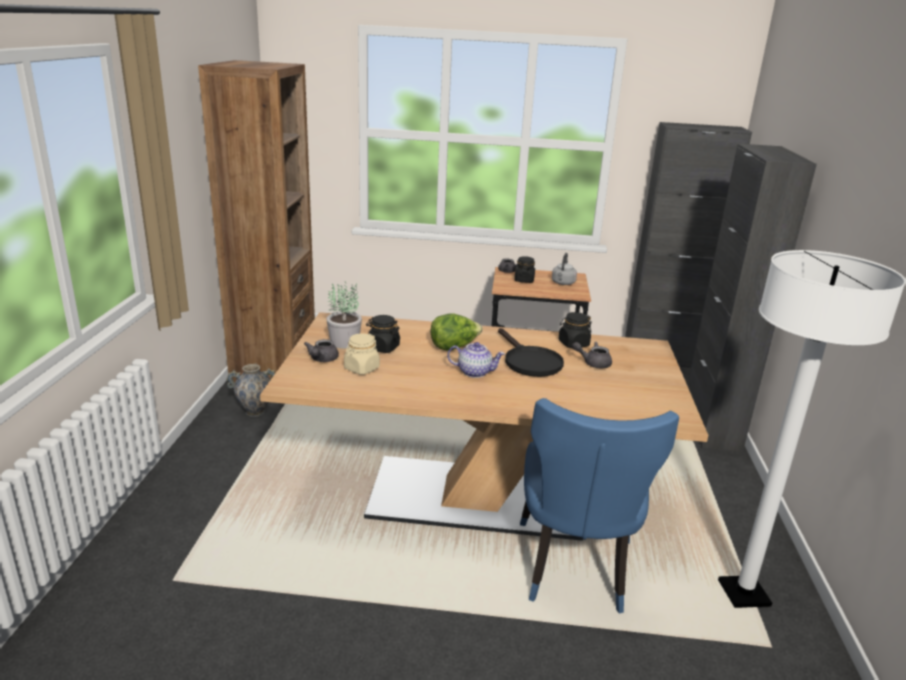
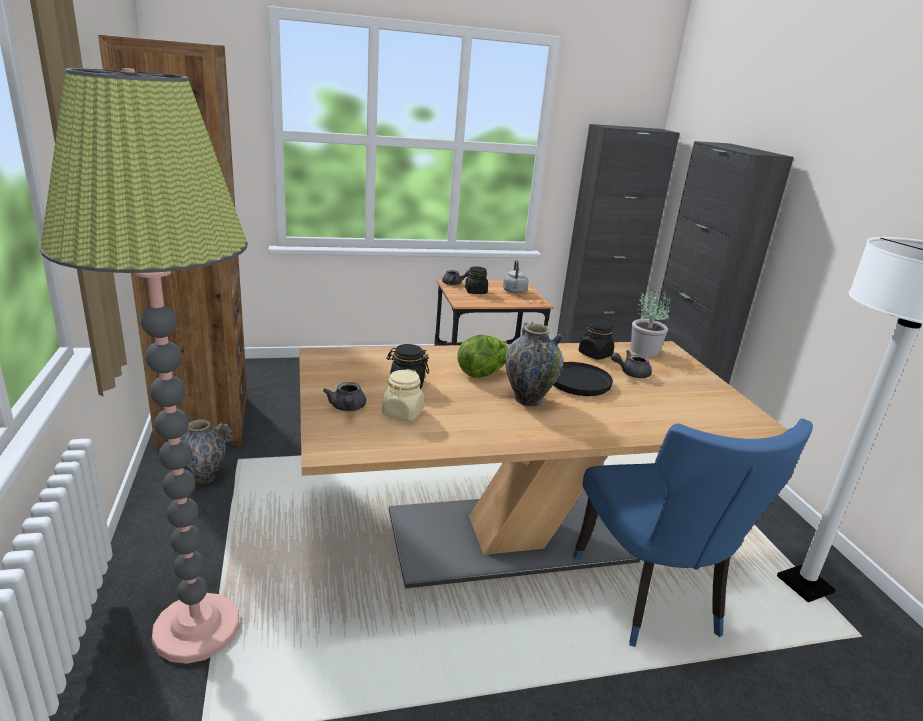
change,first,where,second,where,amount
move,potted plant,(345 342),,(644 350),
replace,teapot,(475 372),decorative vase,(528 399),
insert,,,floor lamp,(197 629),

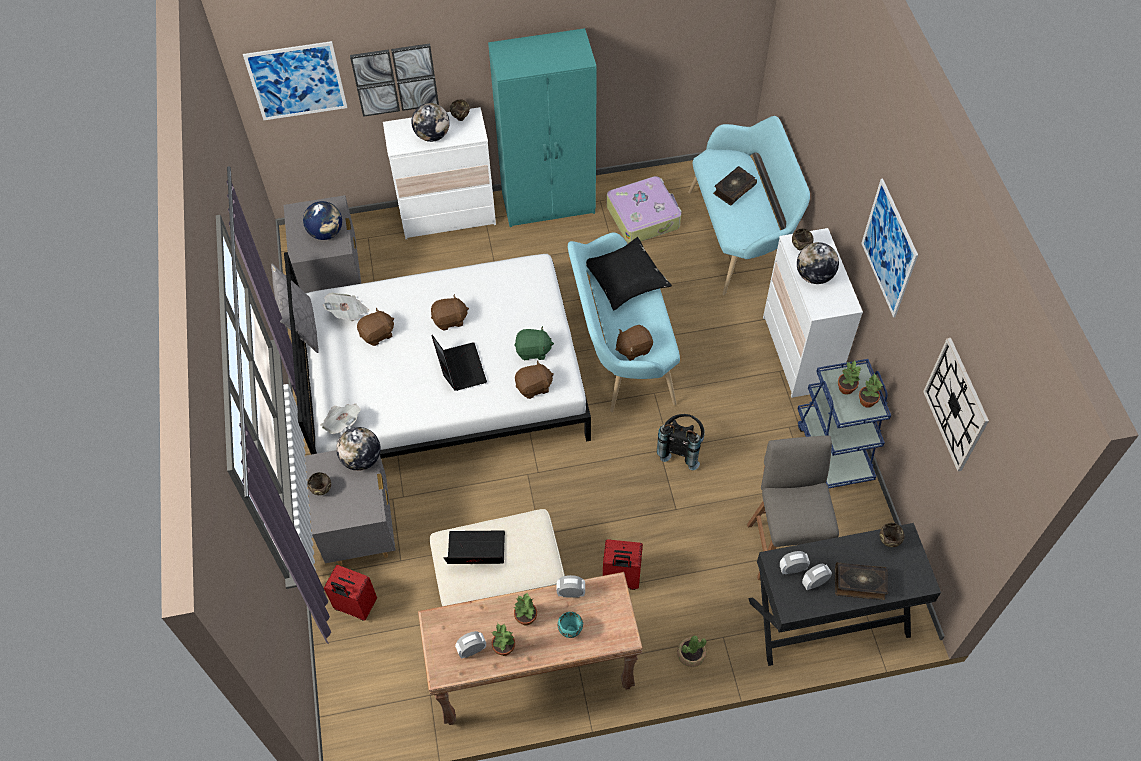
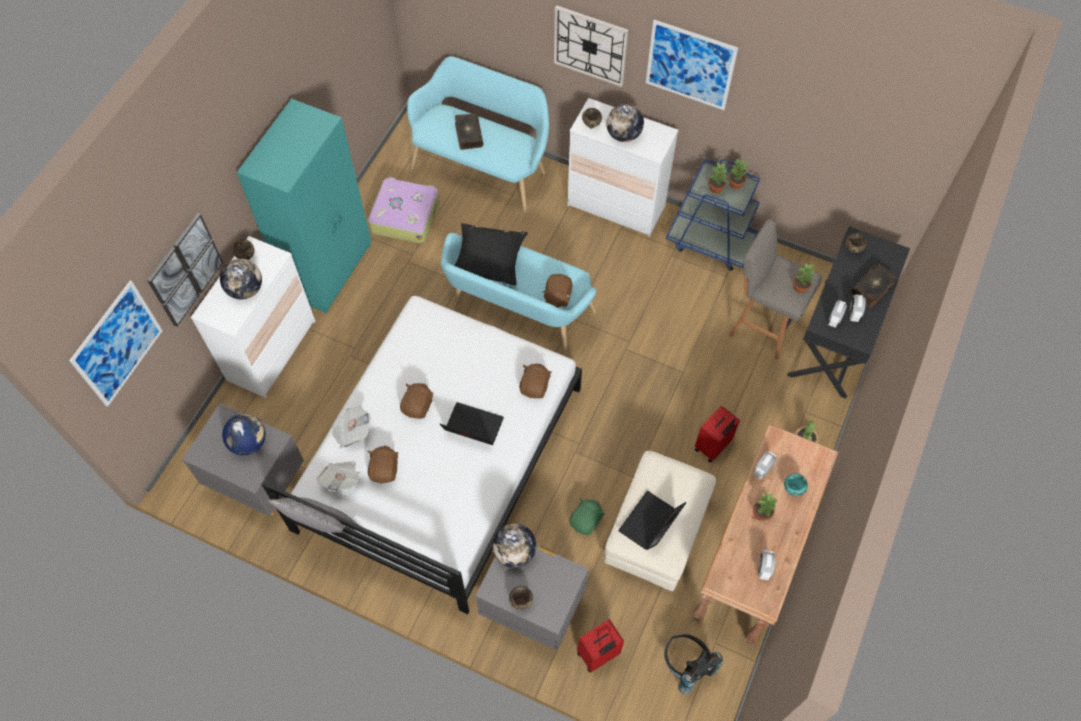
change,first,where,second,where,amount
move,printed paper,(342 423),,(351 431),
move,potted plant,(504 647),,(800 287),
move,greenish cuddly toy,(533 351),,(586 521),
move,blackish rucksack,(680 448),,(685 666),
move,clock on the wall,(956 405),,(590 46),

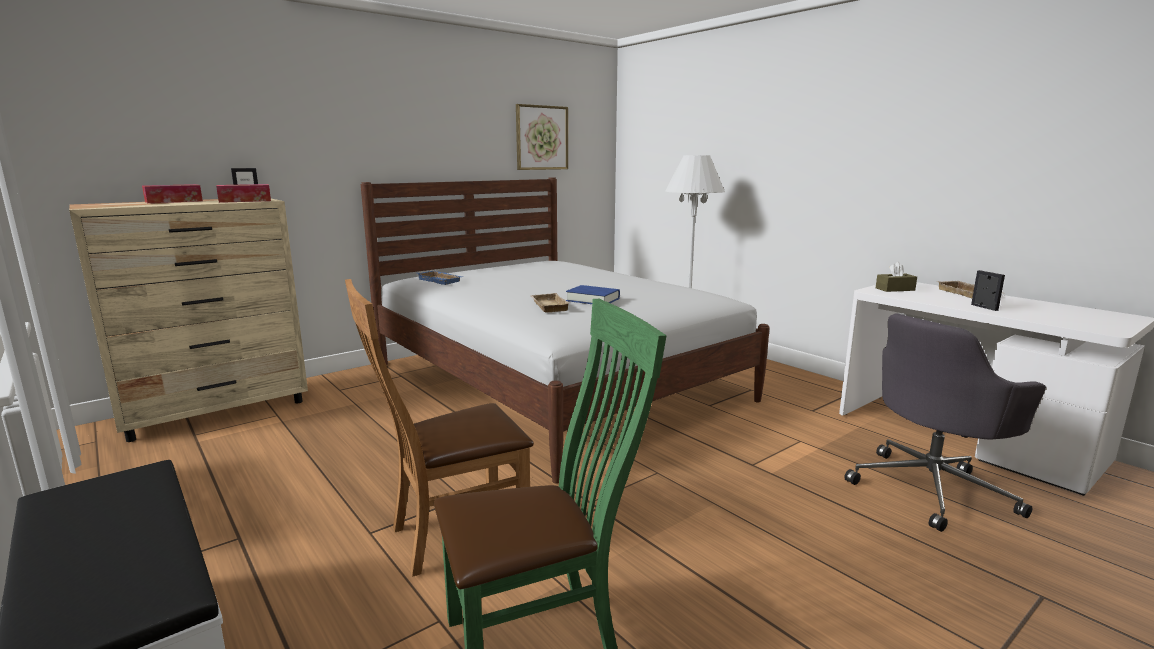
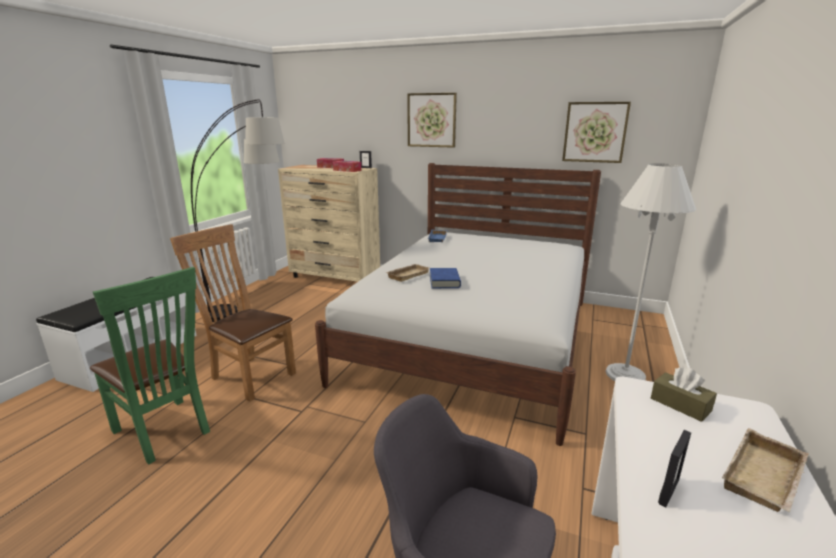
change,first,where,second,where,amount
insert,,,floor lamp,(263 309),
insert,,,wall picture,(431 120),

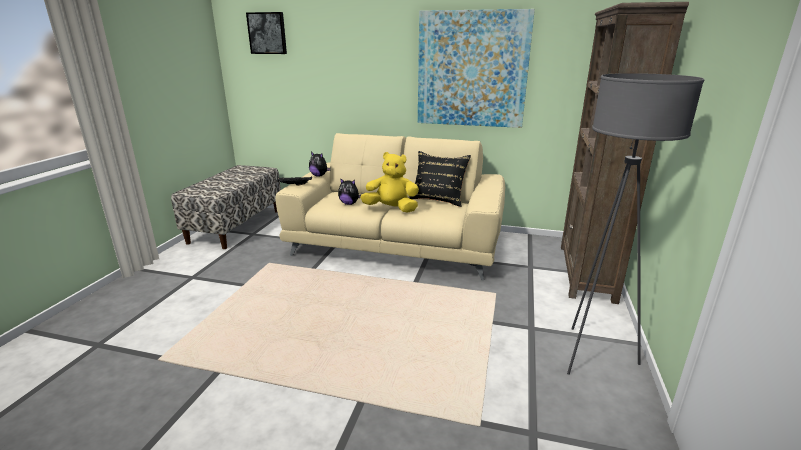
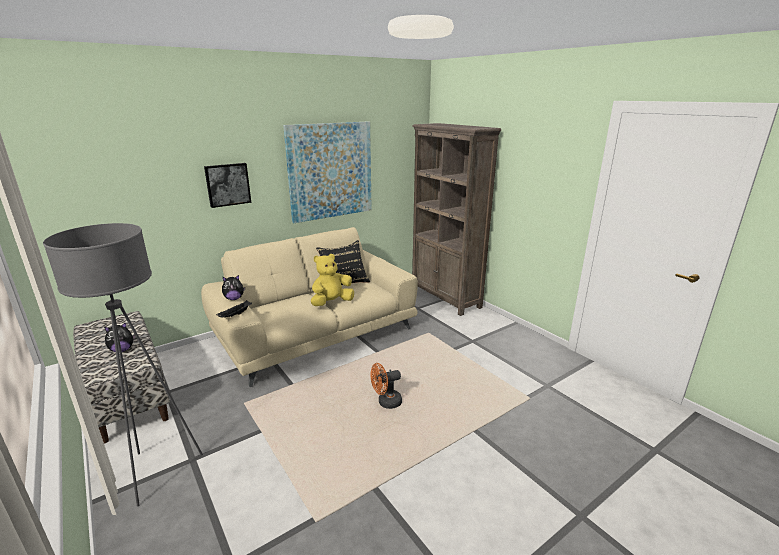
change,first,where,second,where,amount
move,wall picture,(267 33),,(227 184),
move,cuddly toy,(349 203),,(122 350),
move,gray floor lamp,(591 355),,(159 471),
insert,,,orange-coloured electric fan,(386 402),

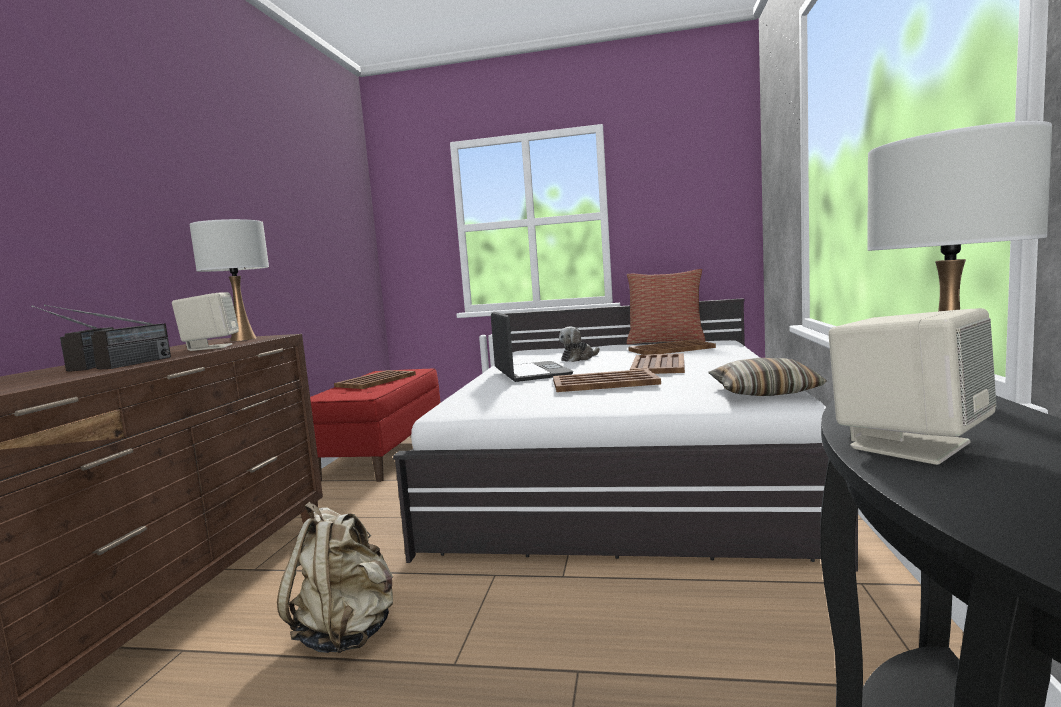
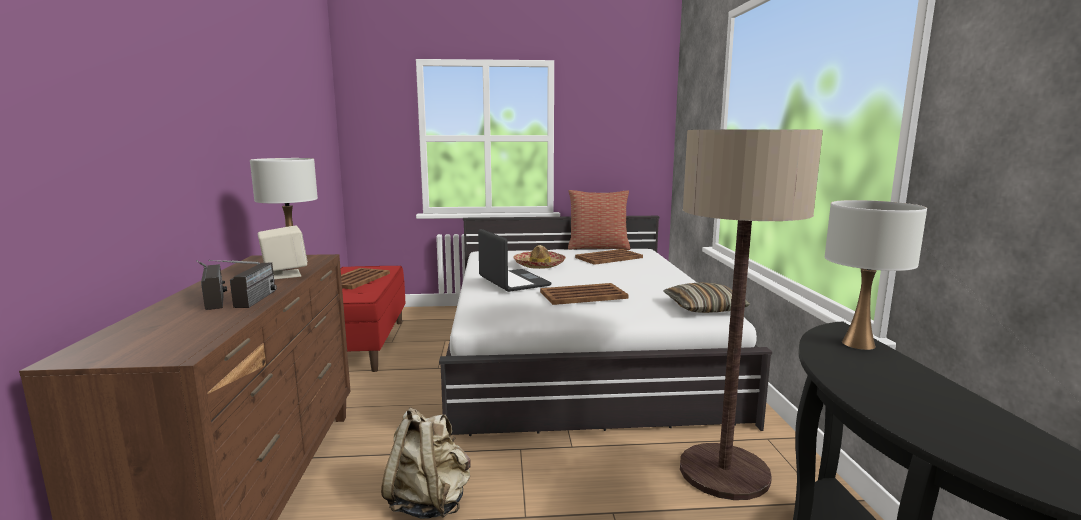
change,first,where,second,where,amount
replace,cuddly toy,(578 358),hat,(539 265),
delete,brown carrying tray,(658 365),,,
delete,beige audio speaker,(908 445),,,
insert,,,floor lamp,(724 472),

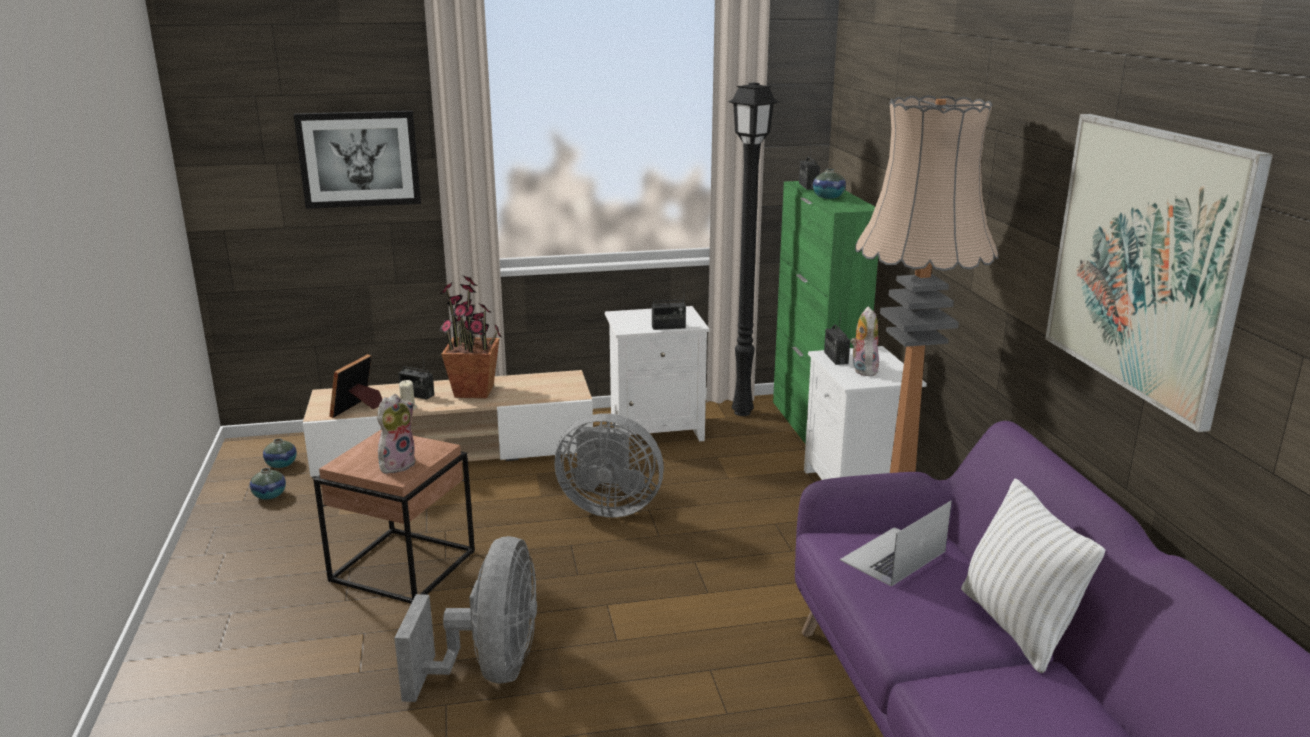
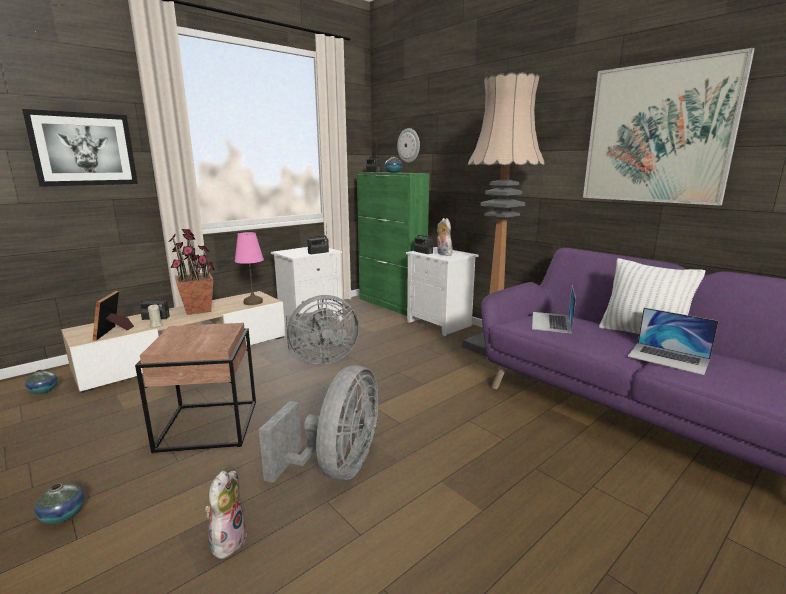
change,first,where,second,where,amount
move,decorative vase,(269 495),,(63 515),
move,cuddly toy,(397 464),,(227 540),
rotate,gray electric fan,(490 669),,(337 467),45 degrees clockwise
delete,blackish floor lamp,(744 412),,,
insert,,,pink-coloured lamp for a table,(253 302),
insert,,,clock on the wall,(409 145),
insert,,,portable computer,(668 358),

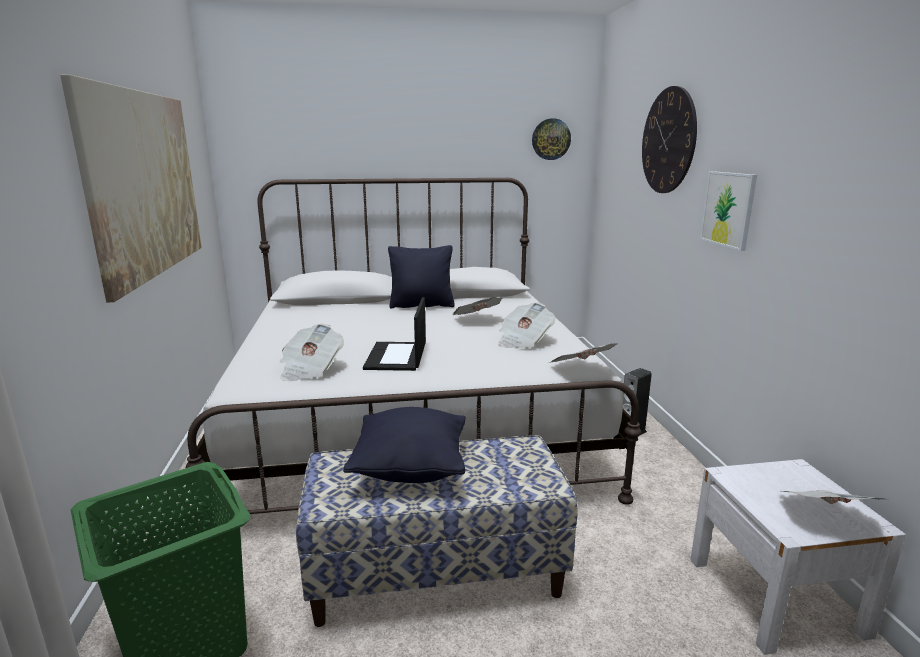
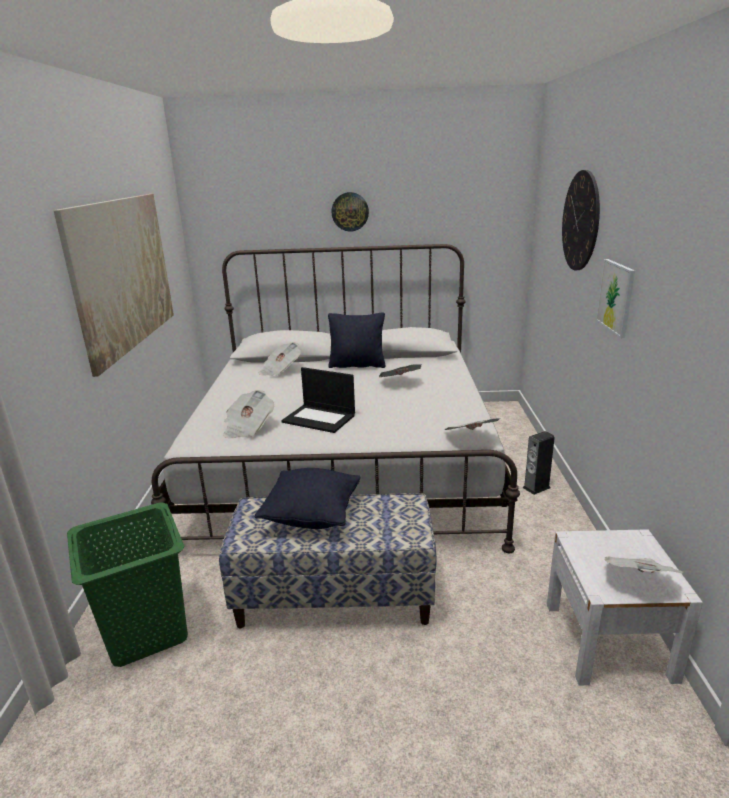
change,first,where,second,where,amount
rotate,portable computer,(397 357),,(320 418),75 degrees counterclockwise
move,printed paper,(523 341),,(280 370),
move,clock on the wall,(551 139),,(350 211),

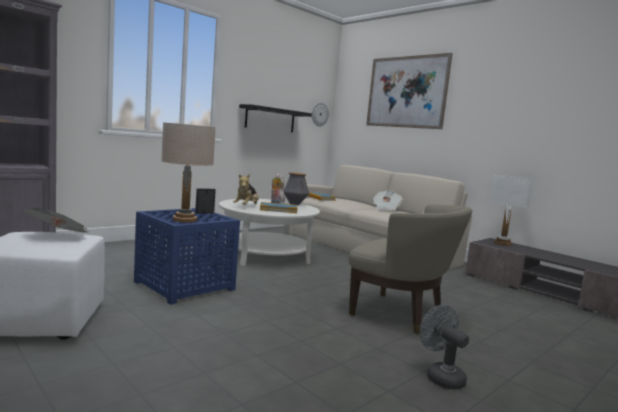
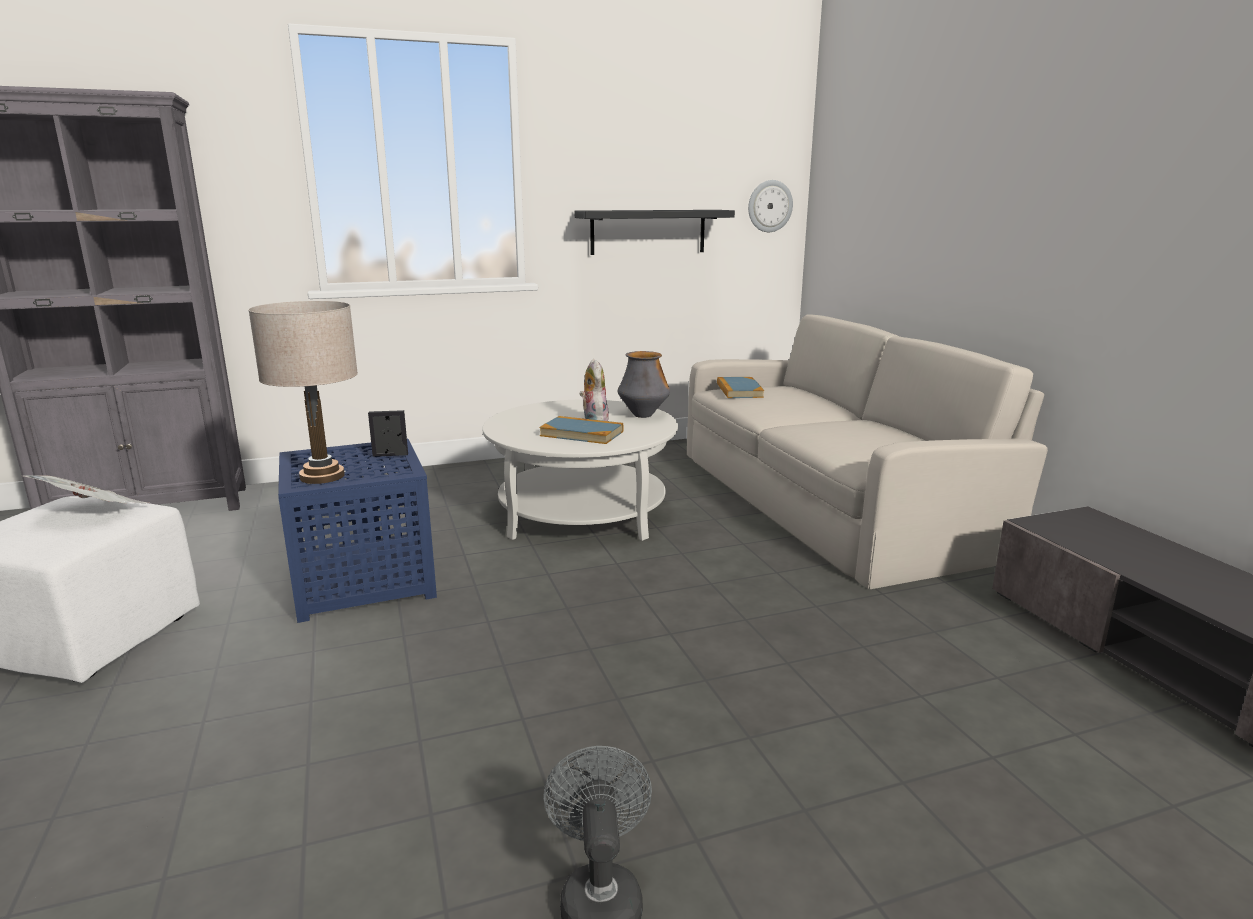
change,first,where,second,where,amount
delete,cuddly toy,(246 206),,,
delete,beige armchair,(400 314),,,
delete,wall picture,(406 92),,,
delete,printed paper,(385 209),,,
delete,whitish lamp for a table,(502 243),,,

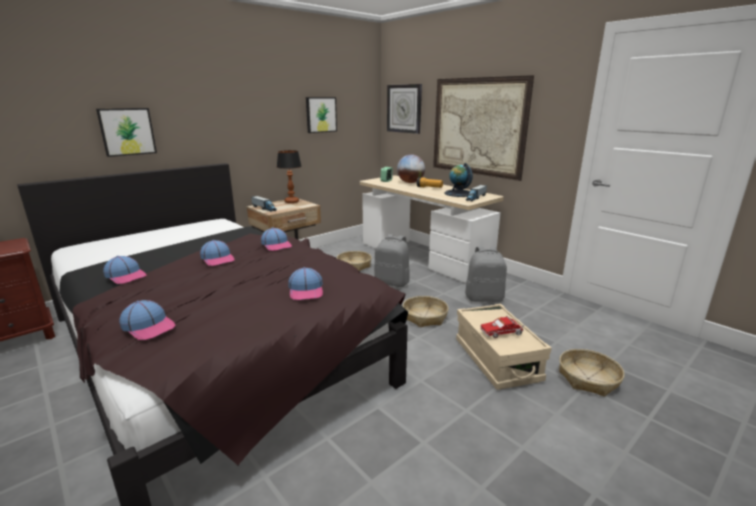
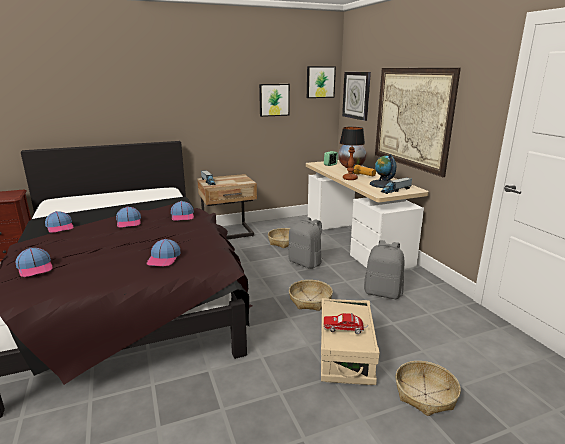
change,first,where,second,where,amount
move,wall picture,(127 131),,(320 82),
move,lamp for a table,(292 202),,(350 178),

